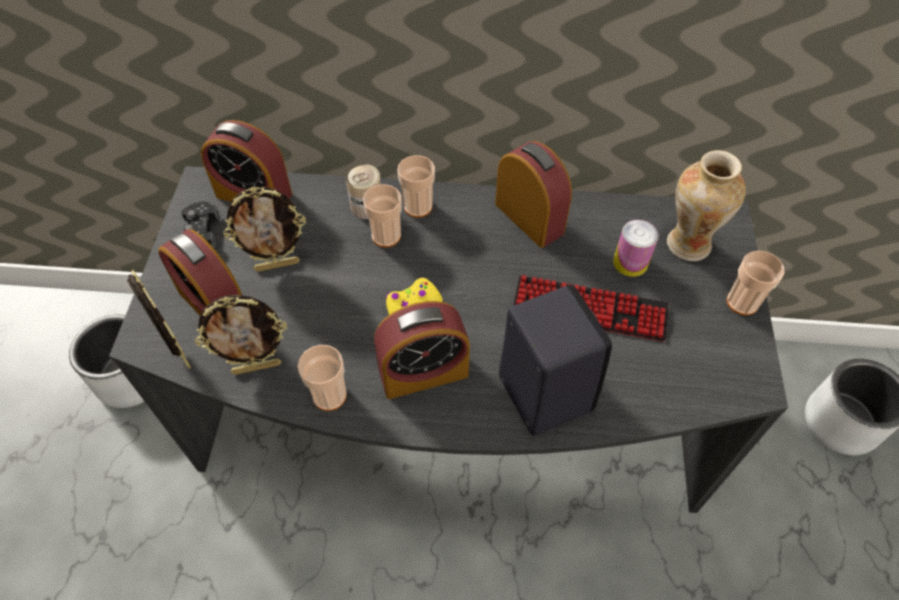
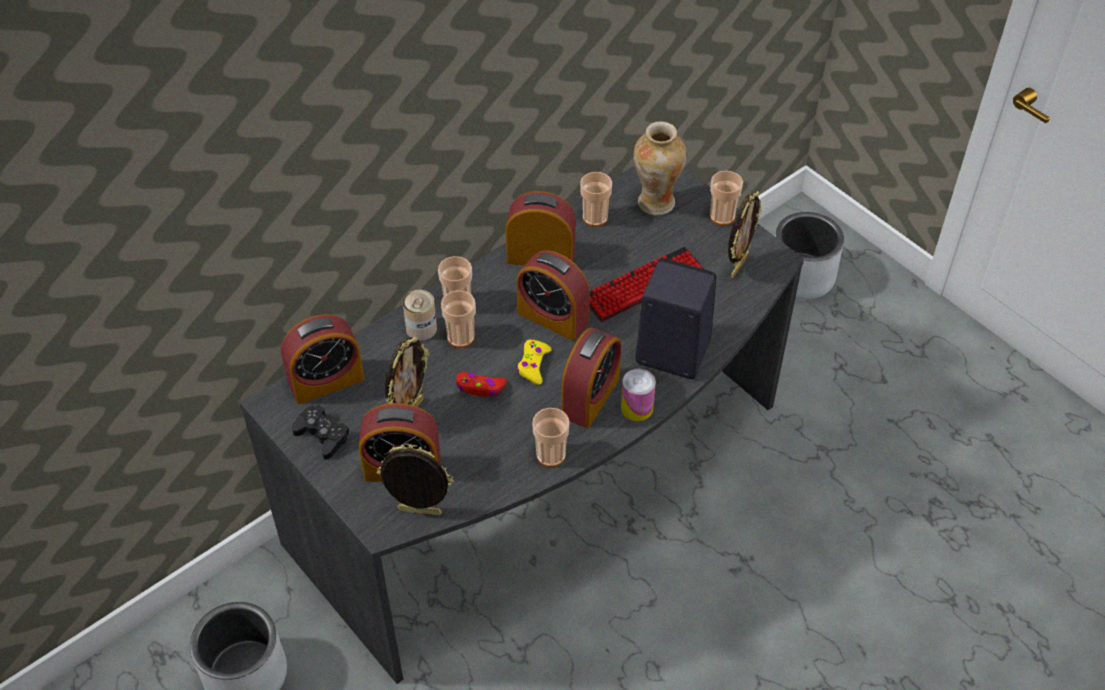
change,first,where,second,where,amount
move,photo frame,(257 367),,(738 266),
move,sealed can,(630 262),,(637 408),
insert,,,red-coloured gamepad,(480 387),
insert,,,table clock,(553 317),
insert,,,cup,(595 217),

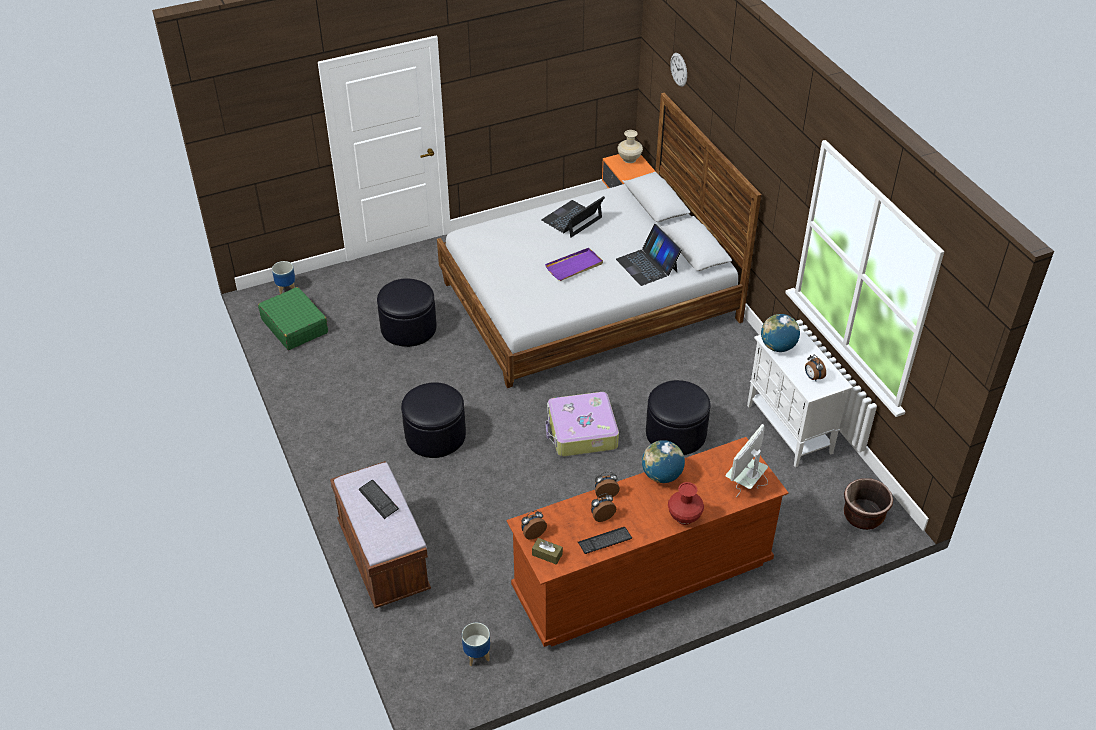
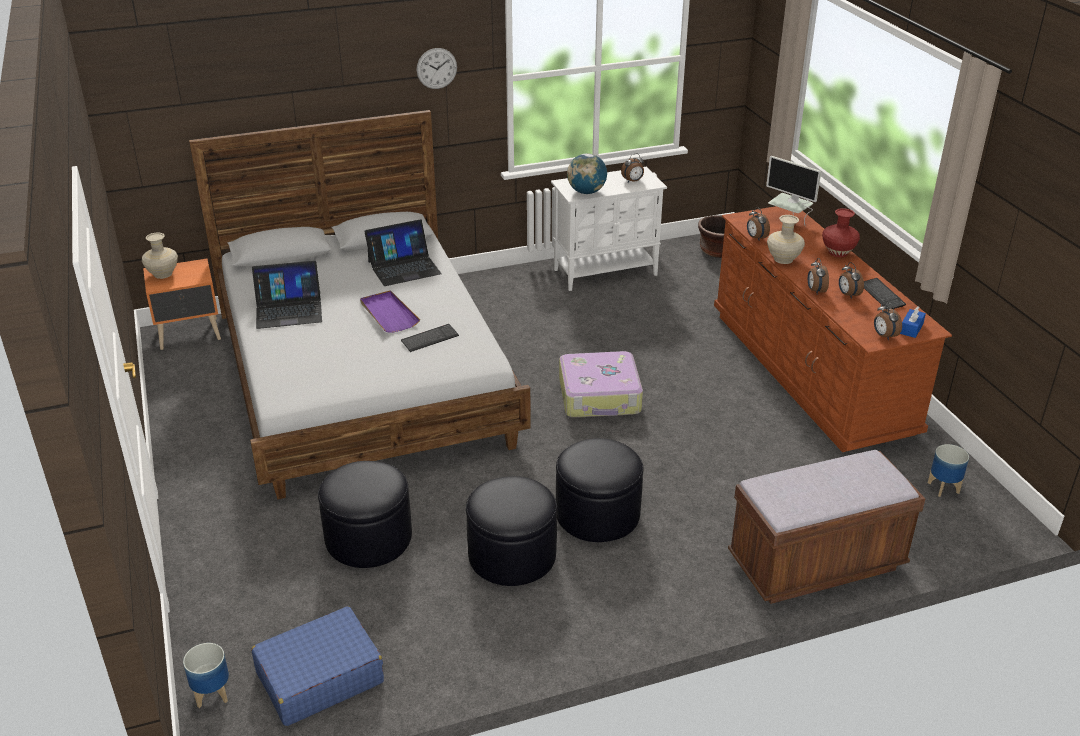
change,first,where,second,where,amount
recolor,greenish travel case,(294 326),bluish travel case,(319 677),
move,PC keyboard,(378 500),,(430 339),
recolor,brown tissue holder,(547 554),bluish tissue holder,(911 329),
rotate,portable computer,(572 219),,(289 310),60 degrees counterclockwise
replace,world globe,(661 475),beige decorative vase,(783 259),
move,blackish ottoman,(675 433),,(512 555),
move,clock on the wall,(679 69),,(436 68),
insert,,,table clock,(755 238),

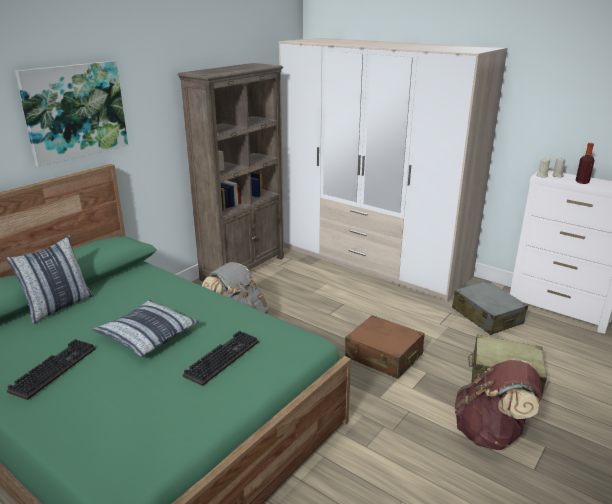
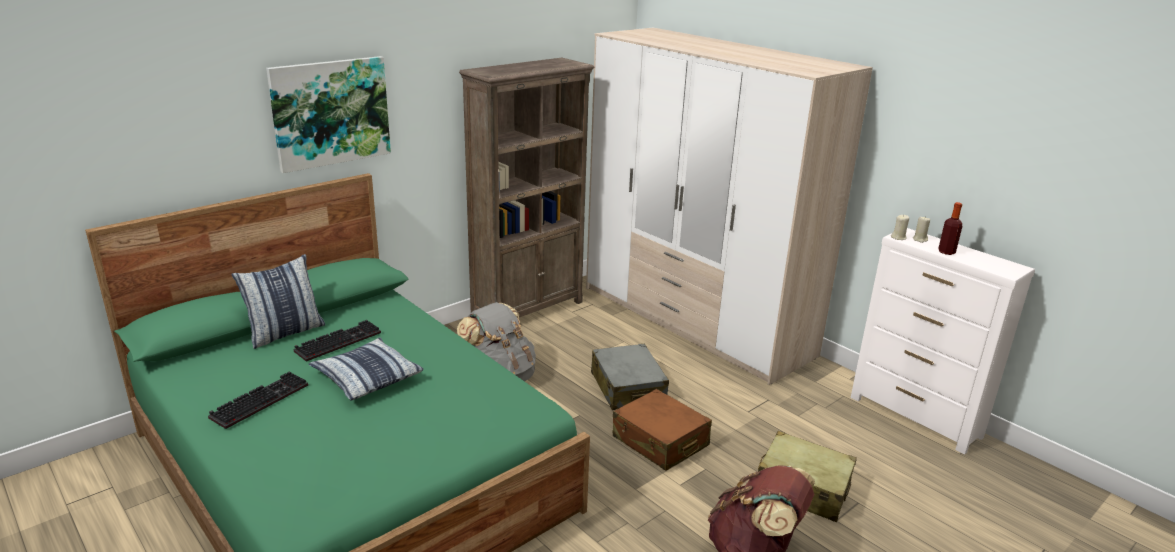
change,first,where,second,where,amount
move,PC keyboard,(222 357),,(339 341),
move,gray travel case,(487 316),,(627 388),

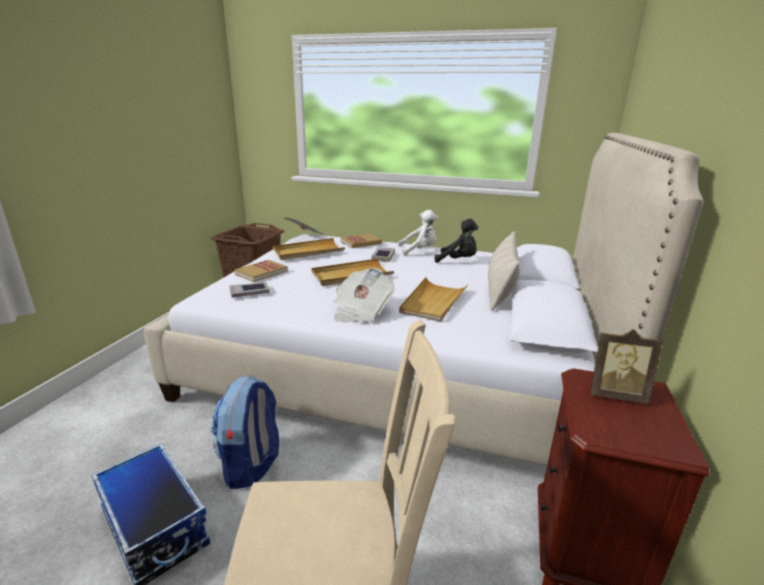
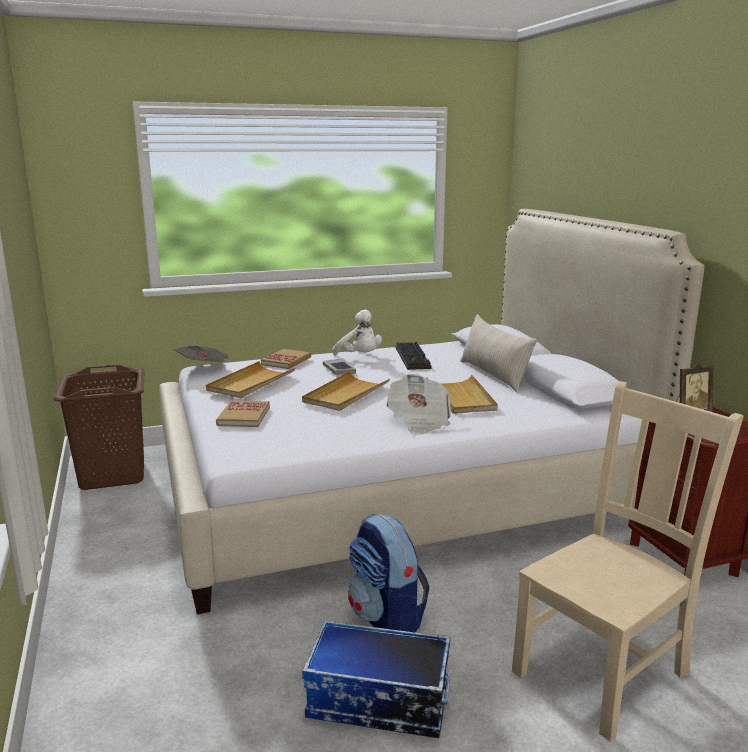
change,first,where,second,where,amount
delete,book,(249 293),,,
rotate,whitish cuddly toy,(419 250),,(360 356),90 degrees clockwise
replace,blackish cuddly toy,(458 261),PC keyboard,(414 358),

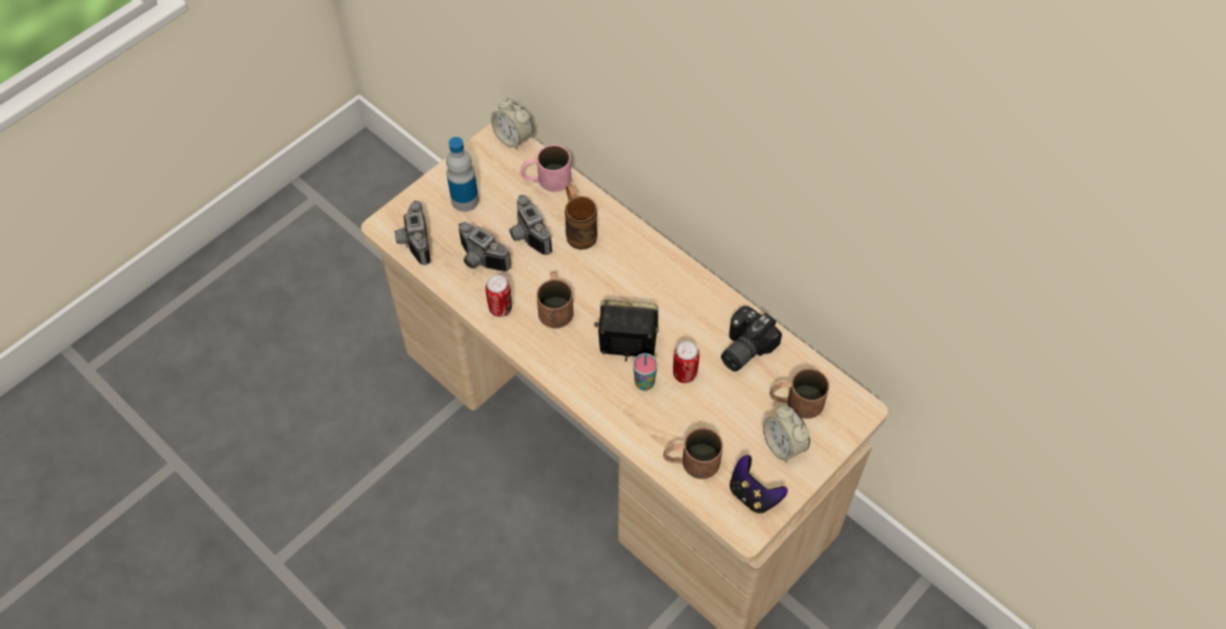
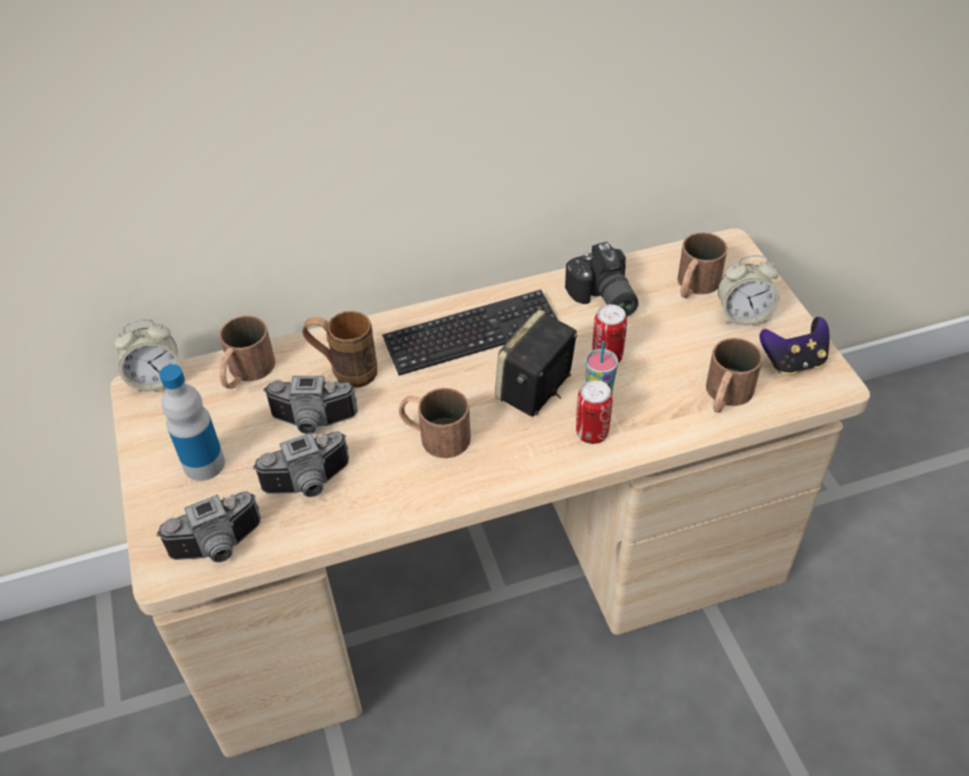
change,first,where,second,where,amount
rotate,still camera,(412 242),,(219 548),45 degrees counterclockwise
move,sealed can,(500 308),,(592 433),
recolor,pink-coloured tea mug,(546 179),brown tea mug,(245 372),
insert,,,PC keyboard,(472 335),

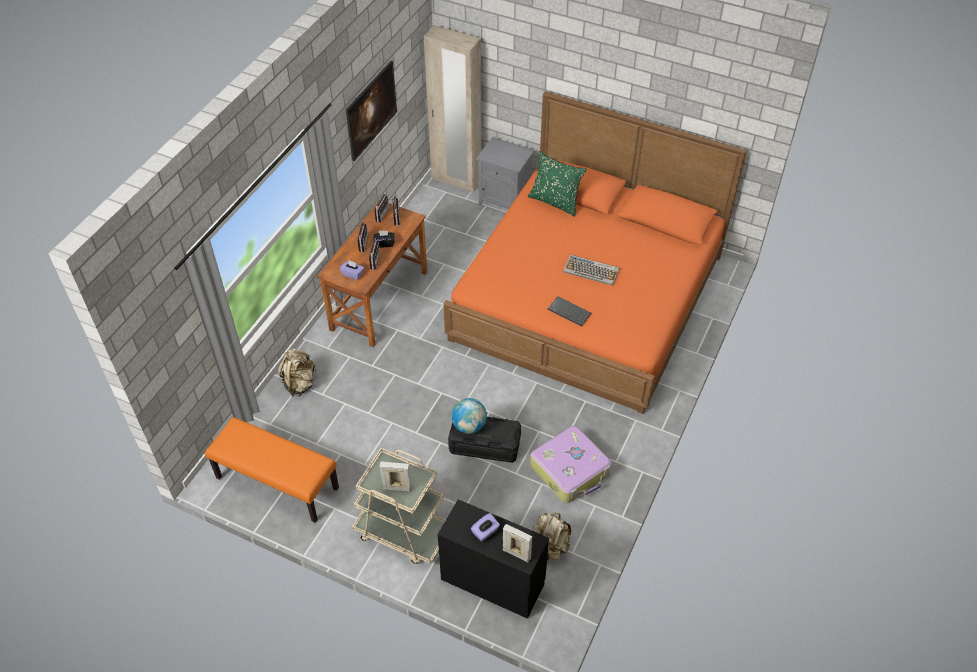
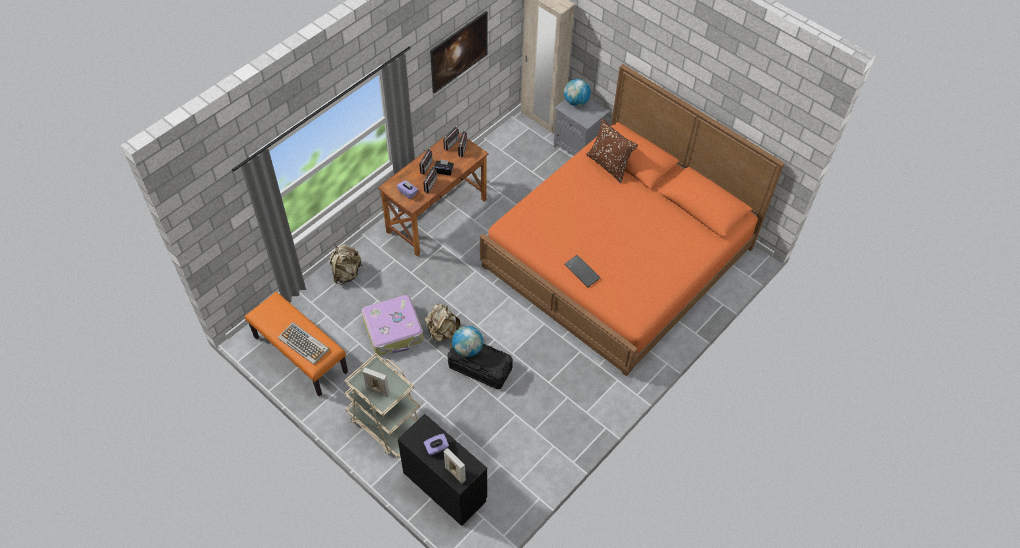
change,first,where,second,where,amount
recolor,greenish pillow,(555 201),brown pillow,(609 165),
move,travel case,(570 470),,(394 330),
move,beige rucksack,(549 546),,(442 332),
move,PC keyboard,(591 270),,(304 344),
insert,,,world globe,(576 102),

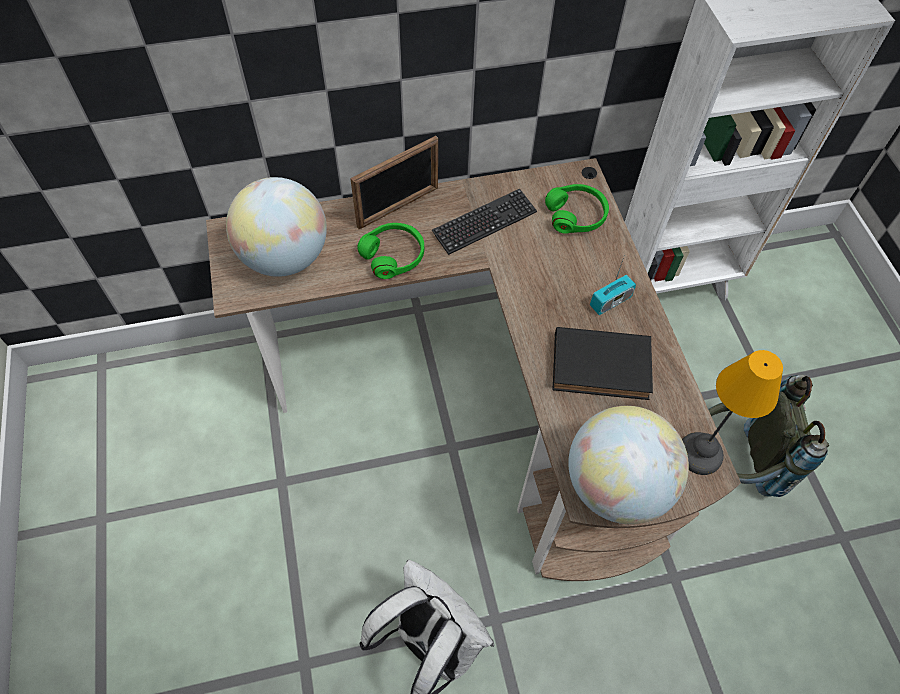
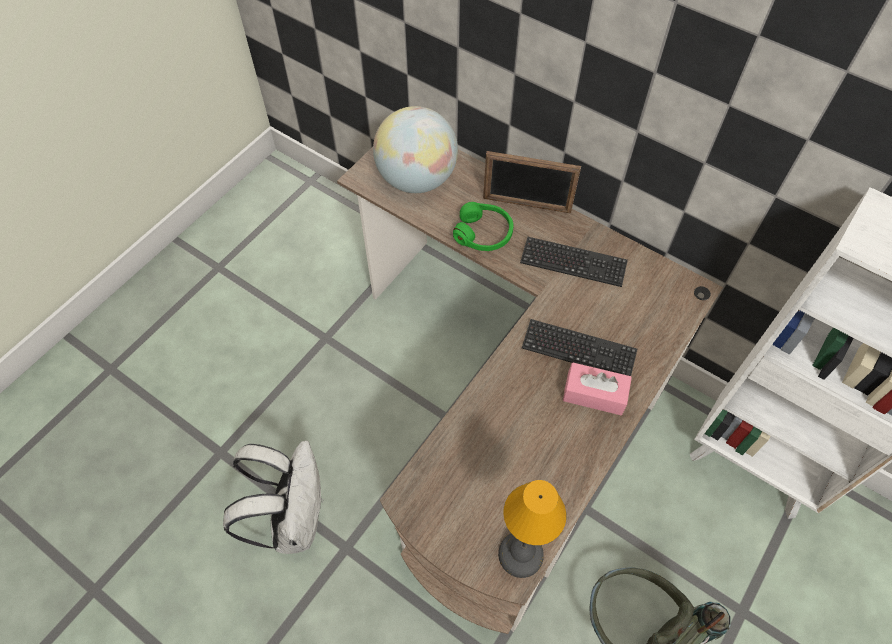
change,first,where,second,where,amount
delete,greenish headphones,(576 215),,,
delete,blackish book,(603 366),,,
delete,world globe,(615 485),,,
replace,radio,(610 302),pink-coloured tissue holder,(594 394),
insert,,,PC keyboard,(578 350),

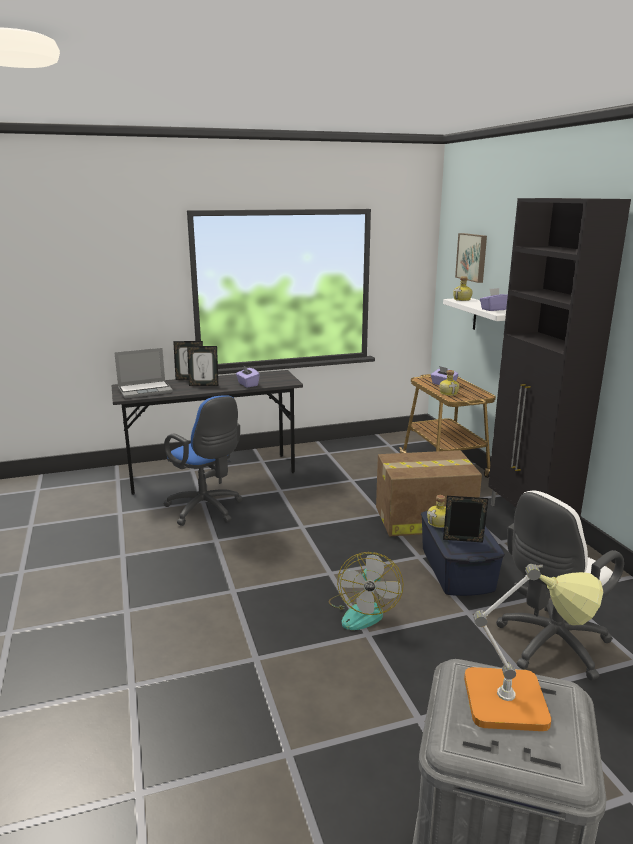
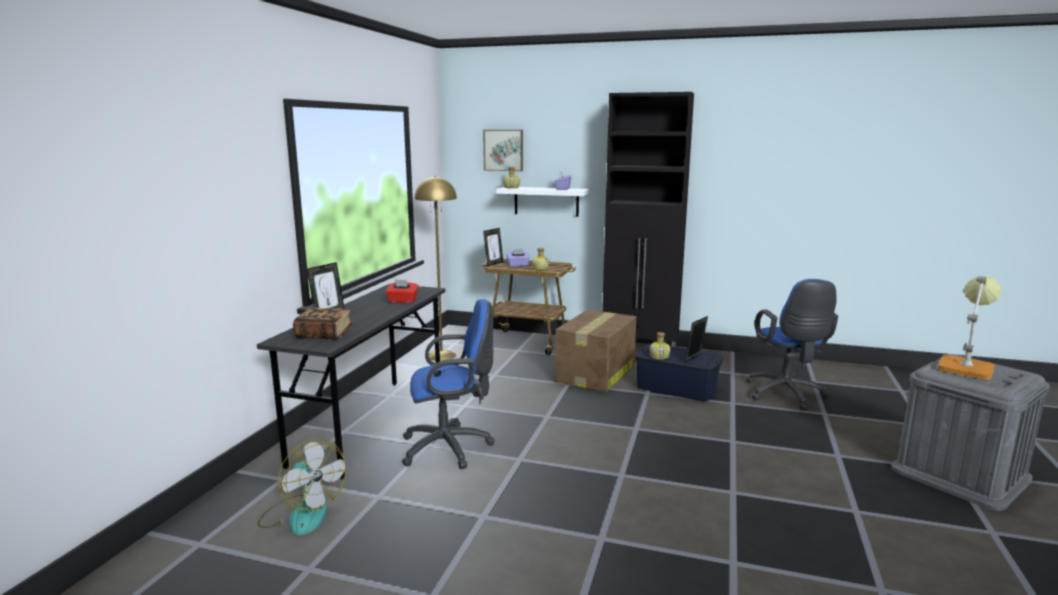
change,first,where,second,where,amount
replace,portable computer,(146 390),book,(324 334),
move,photo frame,(204 385),,(493 263),
recolor,purple-coloured tissue holder,(247 384),red-coloured tissue holder,(402 301),
move,electric fan,(363 611),,(302 513),
recolor,whitish desk chair,(548 646),bluish desk chair,(786 395),
insert,,,yellowish floor lamp,(441 355),

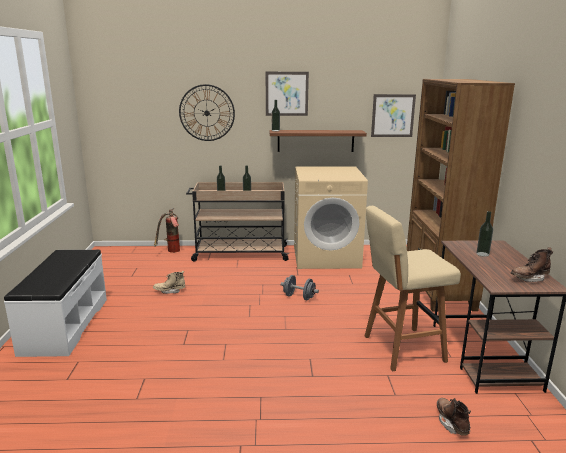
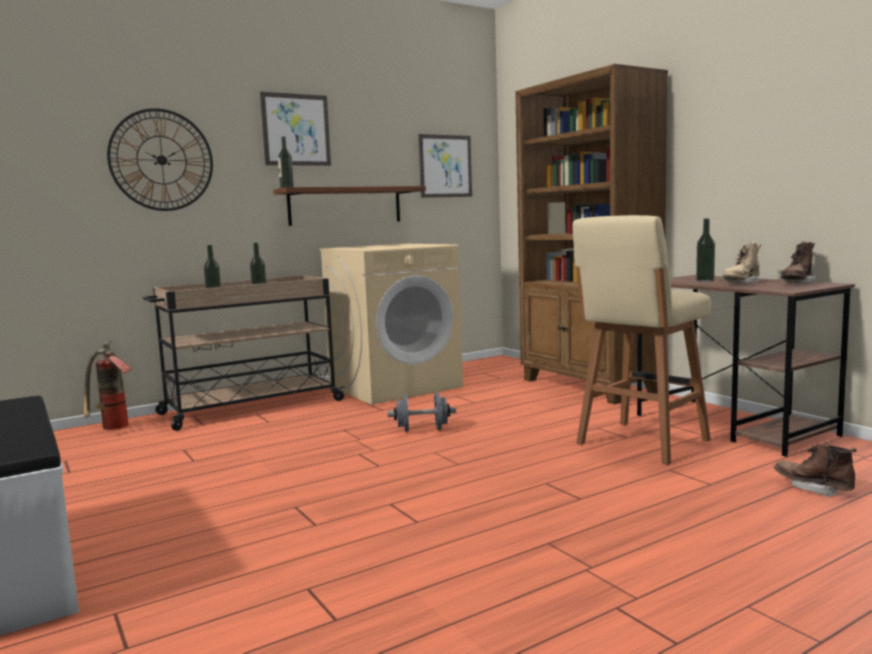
change,first,where,second,where,amount
move,beige tall boot,(169 291),,(741 283),

